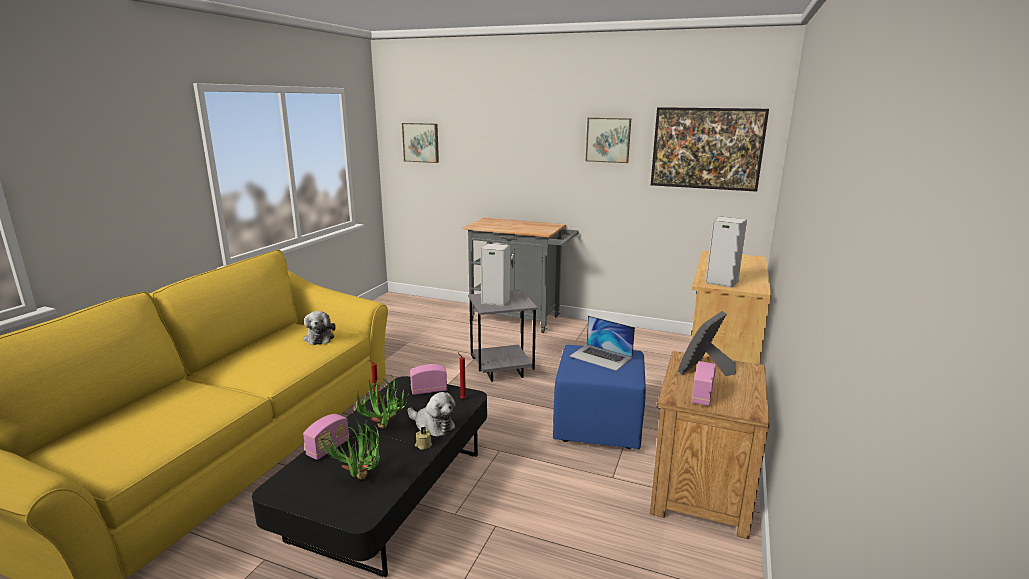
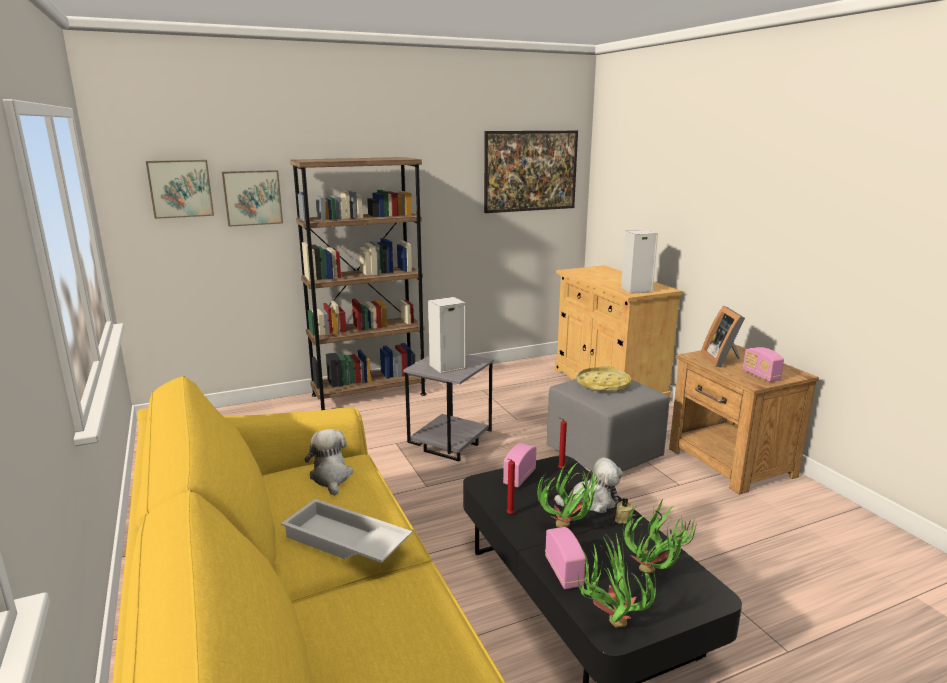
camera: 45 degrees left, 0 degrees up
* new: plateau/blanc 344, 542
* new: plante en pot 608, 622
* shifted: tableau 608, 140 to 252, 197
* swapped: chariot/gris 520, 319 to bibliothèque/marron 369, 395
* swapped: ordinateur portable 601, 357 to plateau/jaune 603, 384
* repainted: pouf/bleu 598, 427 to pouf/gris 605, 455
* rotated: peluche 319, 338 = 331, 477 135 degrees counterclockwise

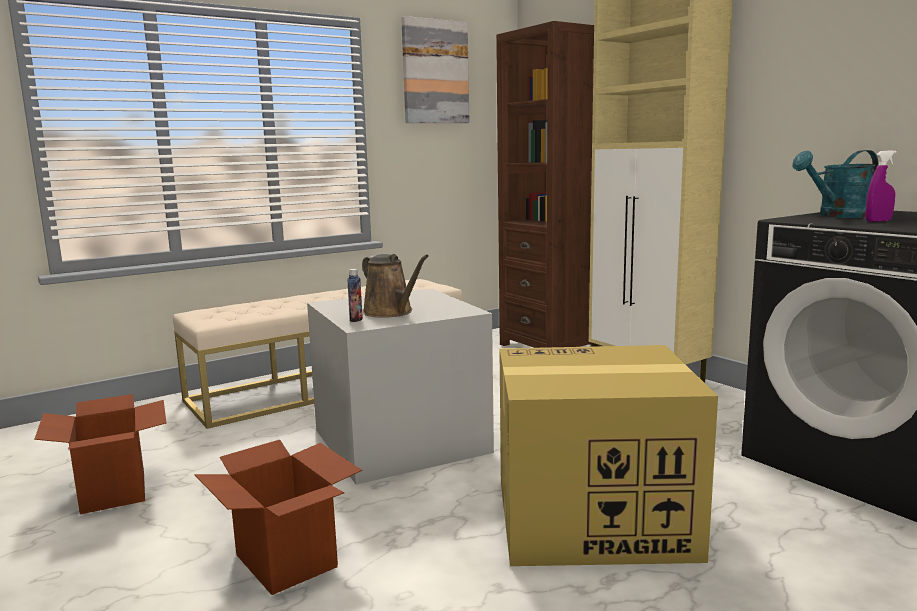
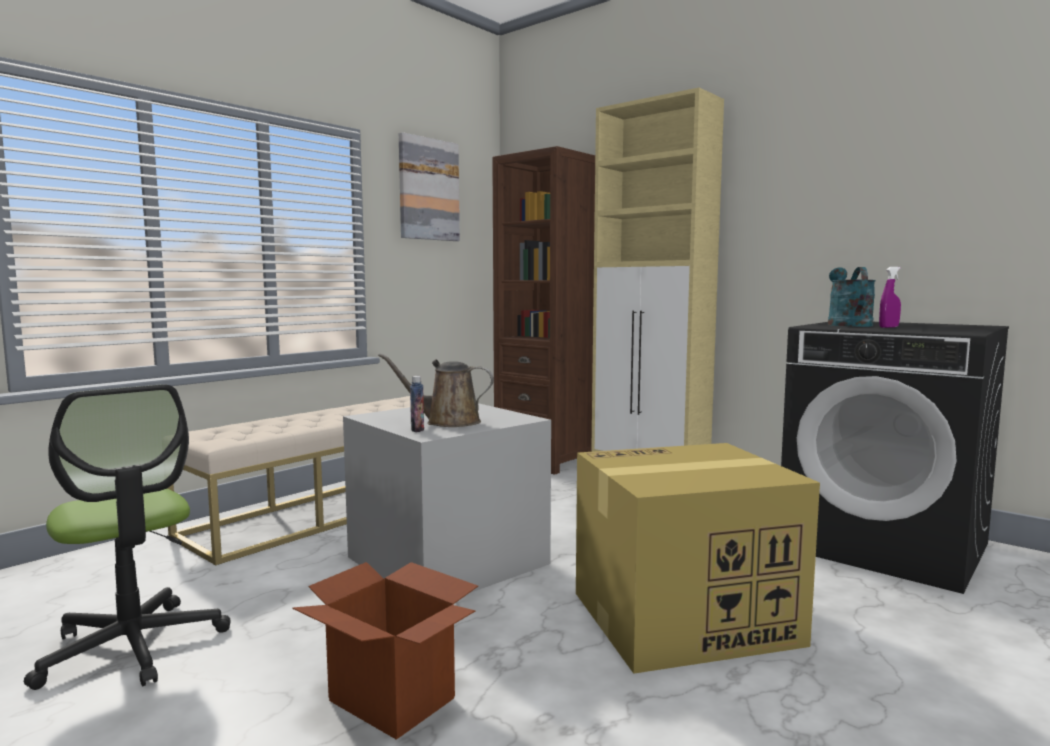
camera: 15 degrees left, 5 degrees down
* swapped: carton 114, 492 to chaise de bureau 132, 647
* rotated: arrosoir/marron 391, 312 = 447, 422 150 degrees clockwise
* rotated: arrosoir/turquoise 838, 216 = 847, 324 135 degrees clockwise

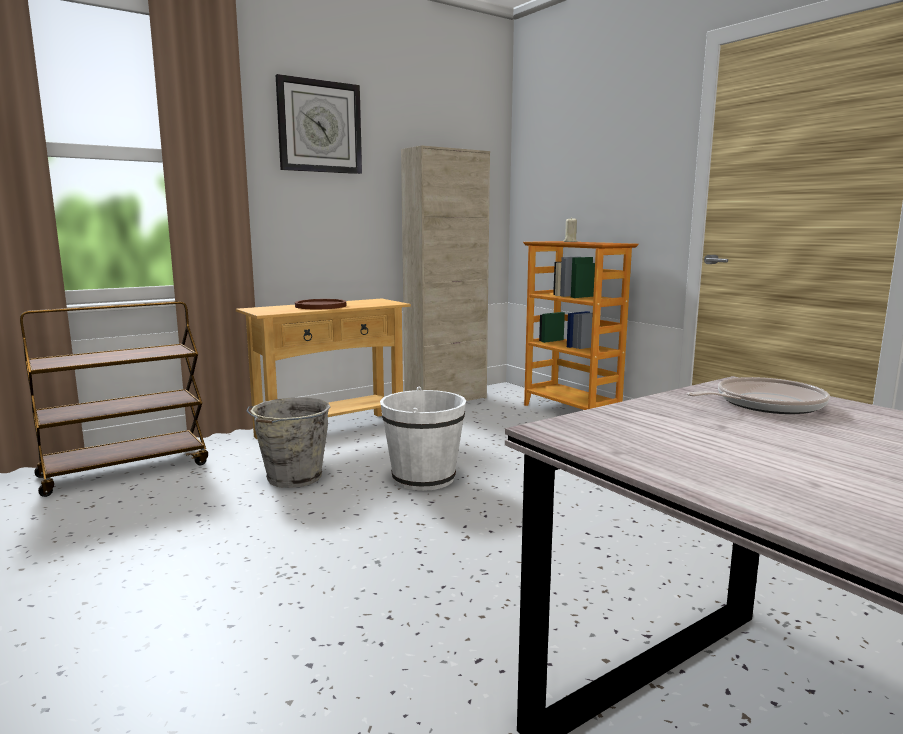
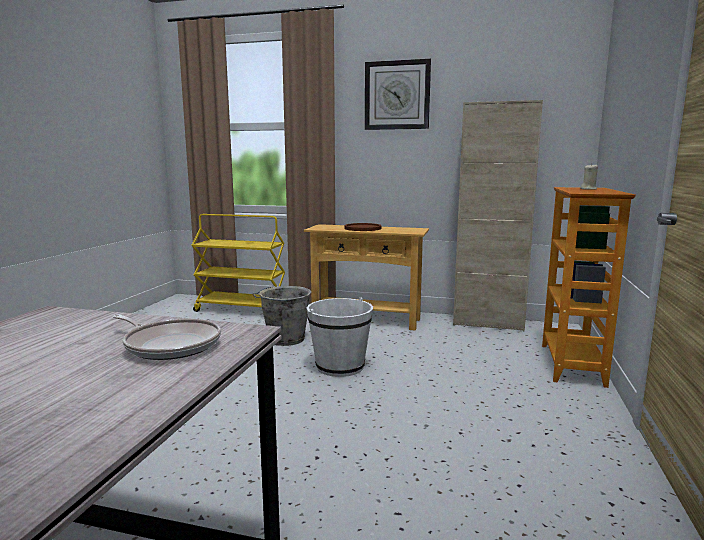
camera: 50 degrees right, 0 degrees up
* repainted: chariot/marron 126, 469 to chariot/jaune 242, 309

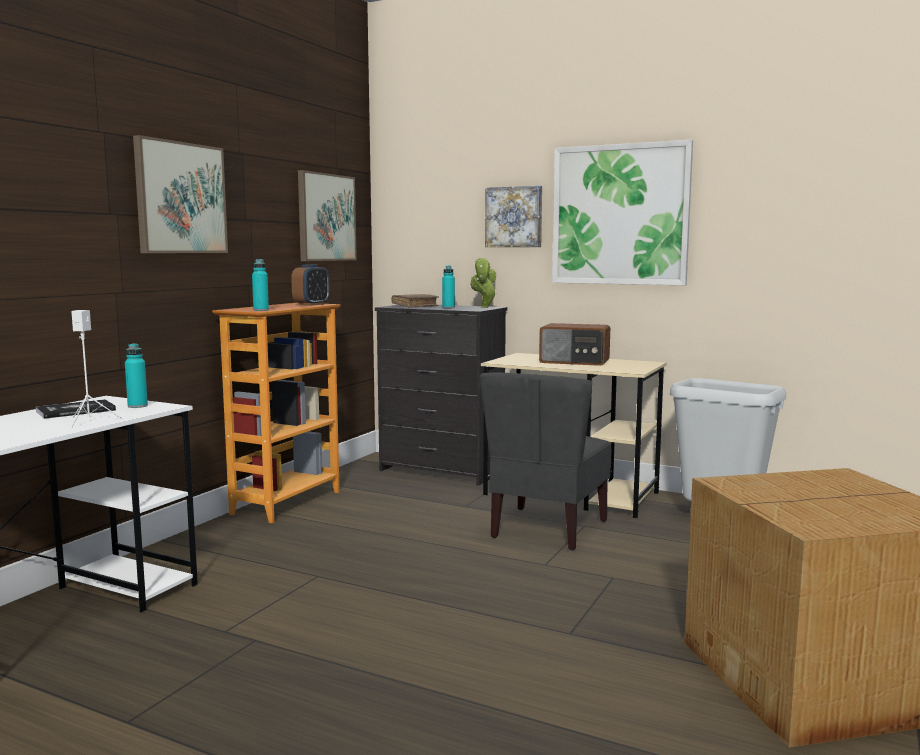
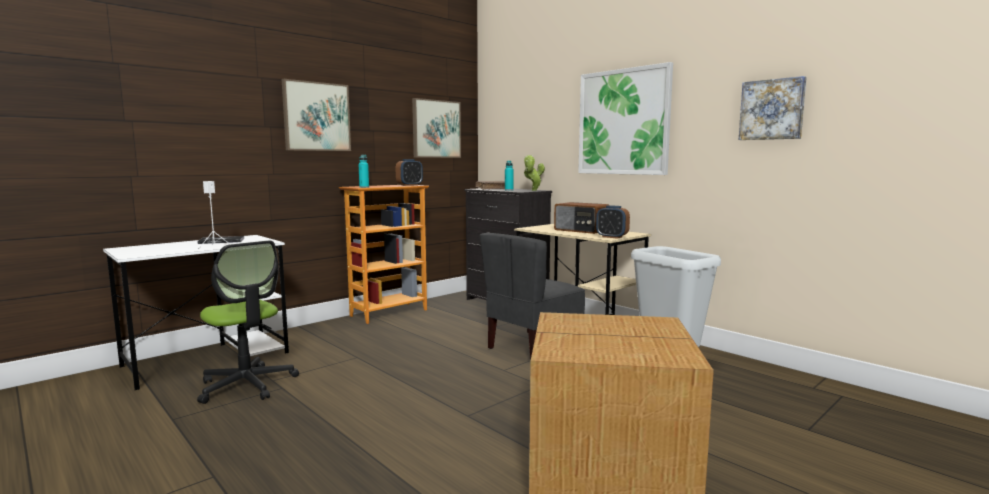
camera: 20 degrees right, 0 degrees up
* gone: bouteille/turquoise 137, 406
* new: chaise de bureau 247, 385
* new: réveil 612, 237
* shifted: tableau 514, 217 to 772, 109

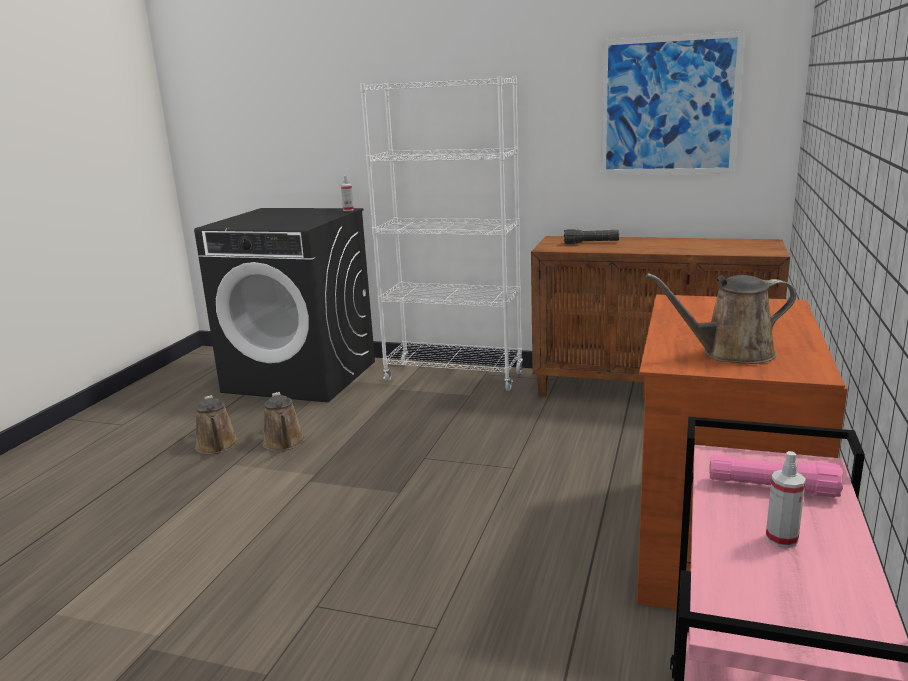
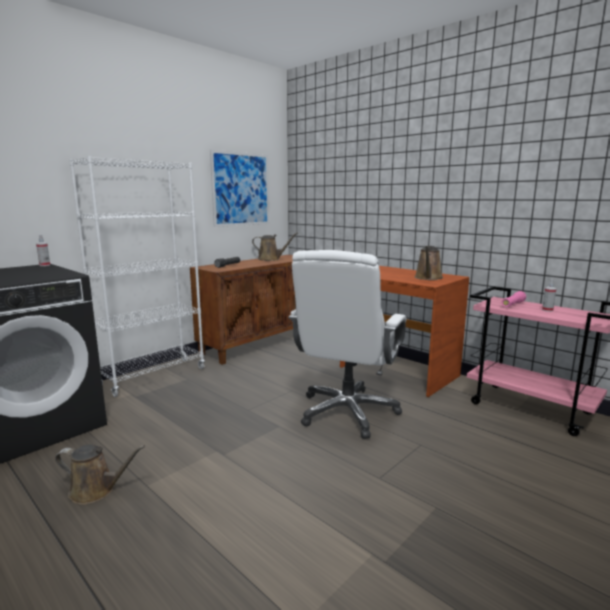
camera: 65 degrees left, 5 degrees down
* new: chaise de bureau/blanc 347, 412
* shifted: arrosoir/marron 284, 443 to 271, 259

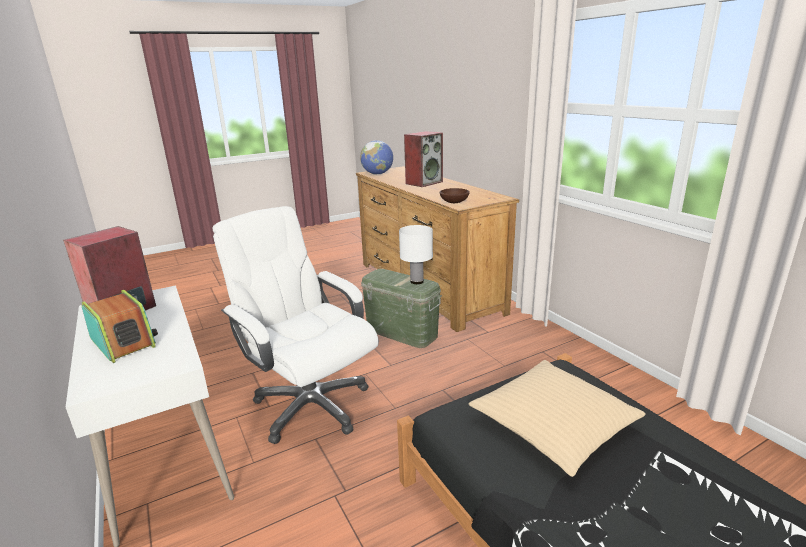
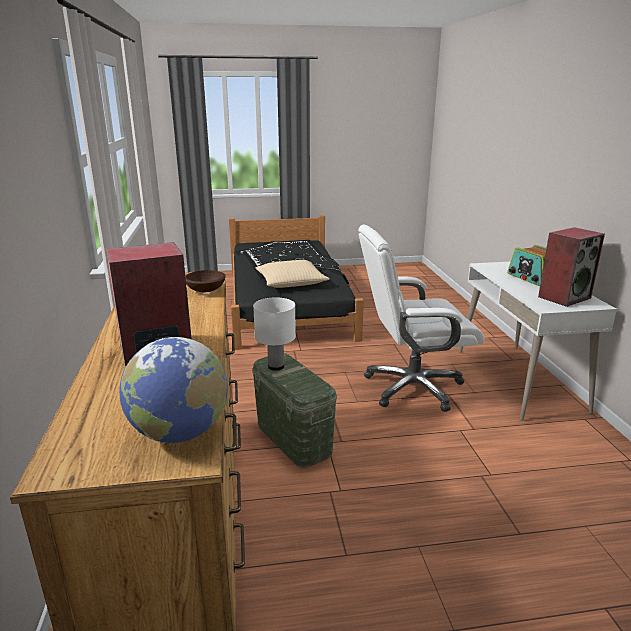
camera: 160 degrees left, 0 degrees up
* rotated: chaise de bureau/blanc 310, 405 = 412, 387 105 degrees clockwise

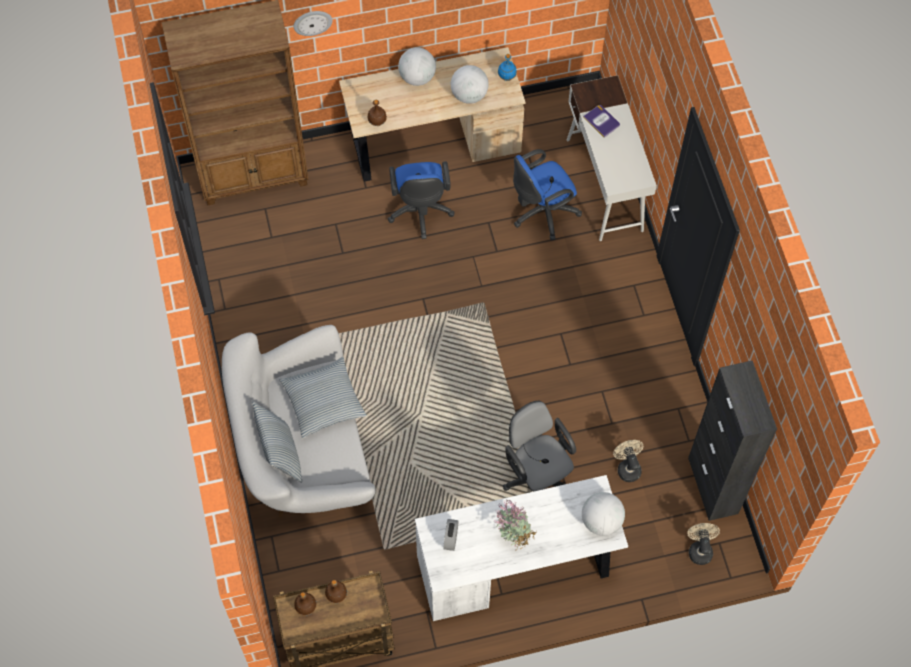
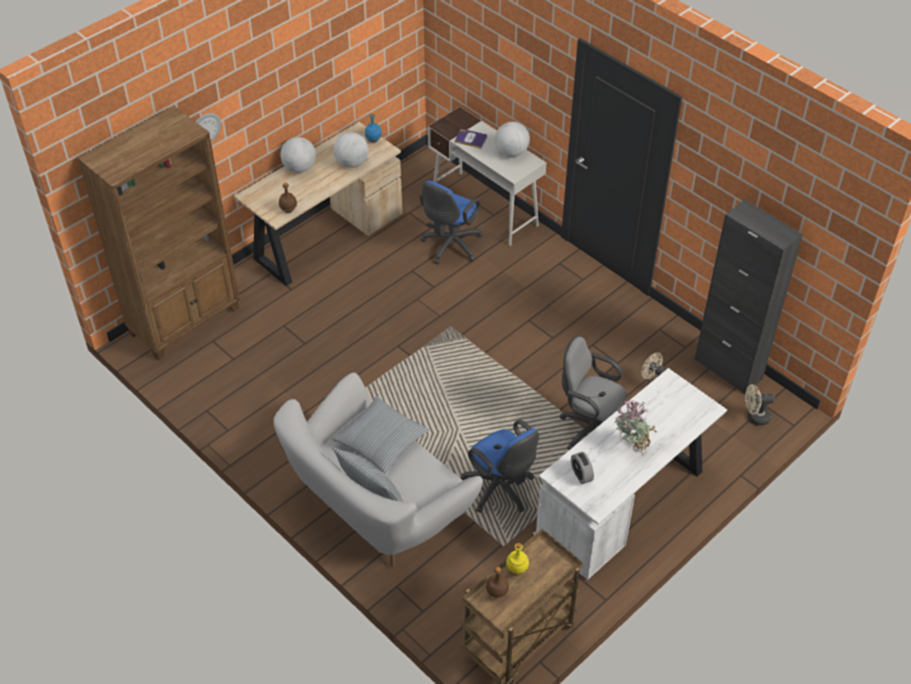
camera: 30 degrees left, 15 degrees down
* shifted: chaise de bureau/bleu 420, 213 to 501, 490
* shifted: globe 601, 521 to 511, 152
* repainted: bouteille/marron 337, 596 to bouteille/jaune 517, 569
* rotated: ventilateur/beige 699, 549 = 754, 417 60 degrees counterclockwise

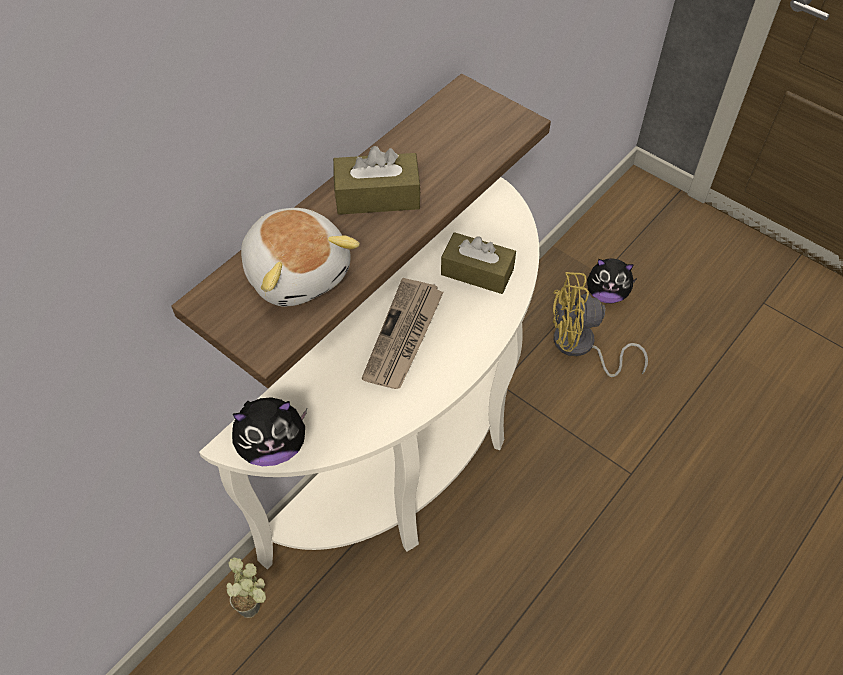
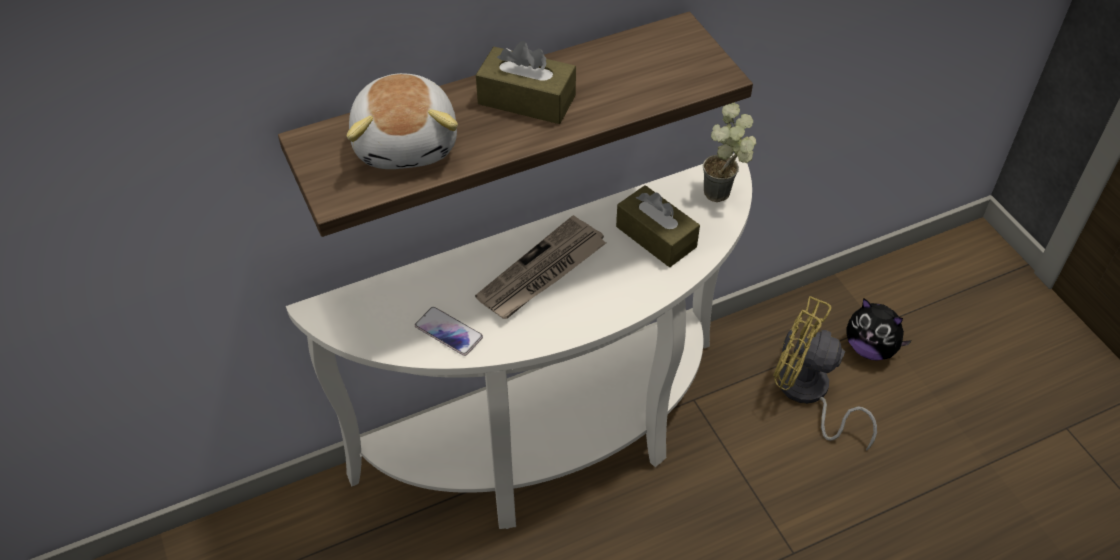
camera: 25 degrees right, 5 degrees down
* gone: peluche 273, 447
* new: téléphone 449, 332
* shifted: plante en pot 256, 606 to 725, 195

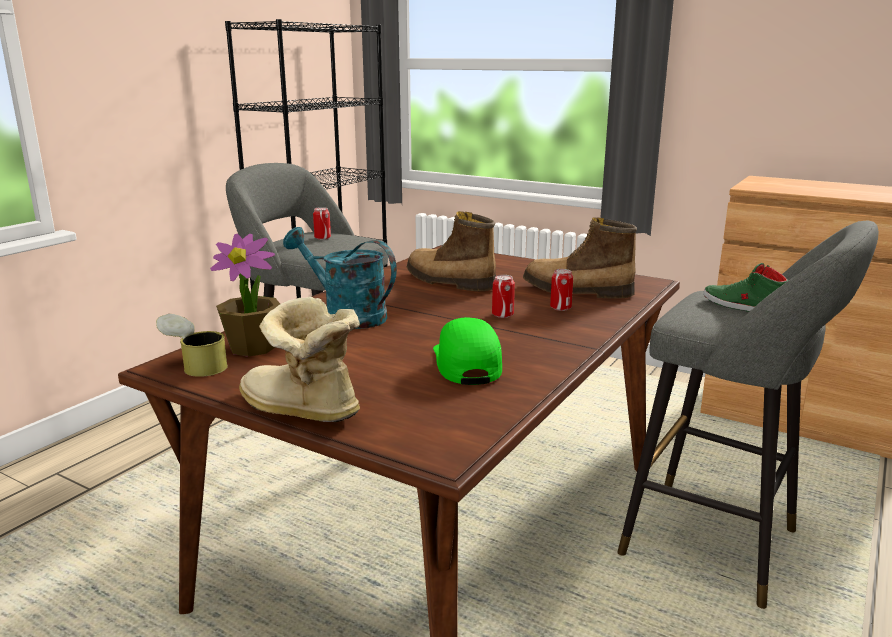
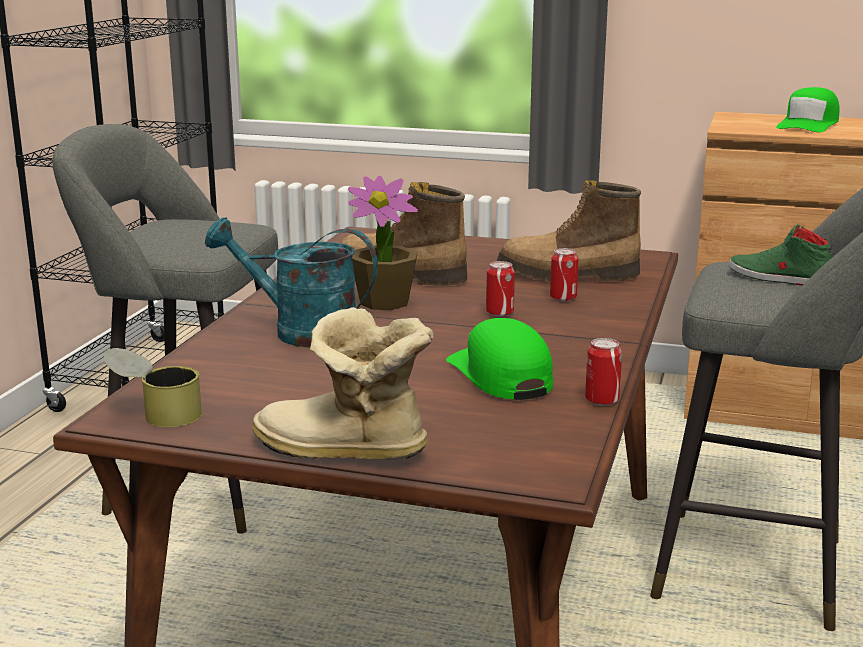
camera: 15 degrees left, 0 degrees up
* new: casquette/vert 808, 125
* shifted: plante en pot 253, 347 to 385, 302
* shifted: boîte métallique 322, 238 to 602, 400

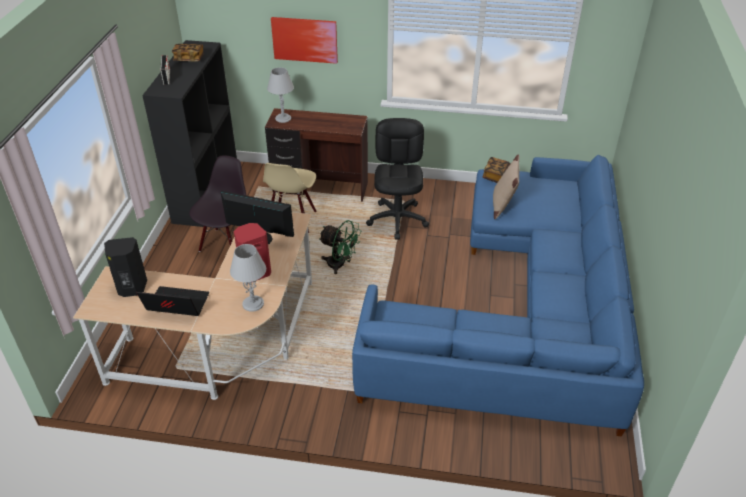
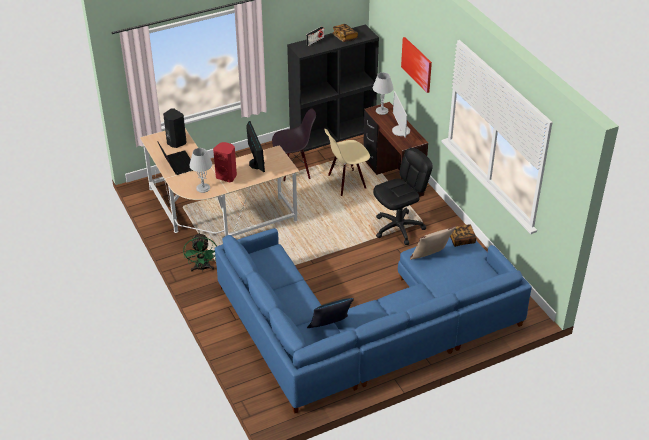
camera: 55 degrees right, 0 degrees up
* new: coussin/bleu 330, 327
* new: écran d'ordinateur 400, 131
* shifted: ventilateur/vert 340, 265 to 202, 268

